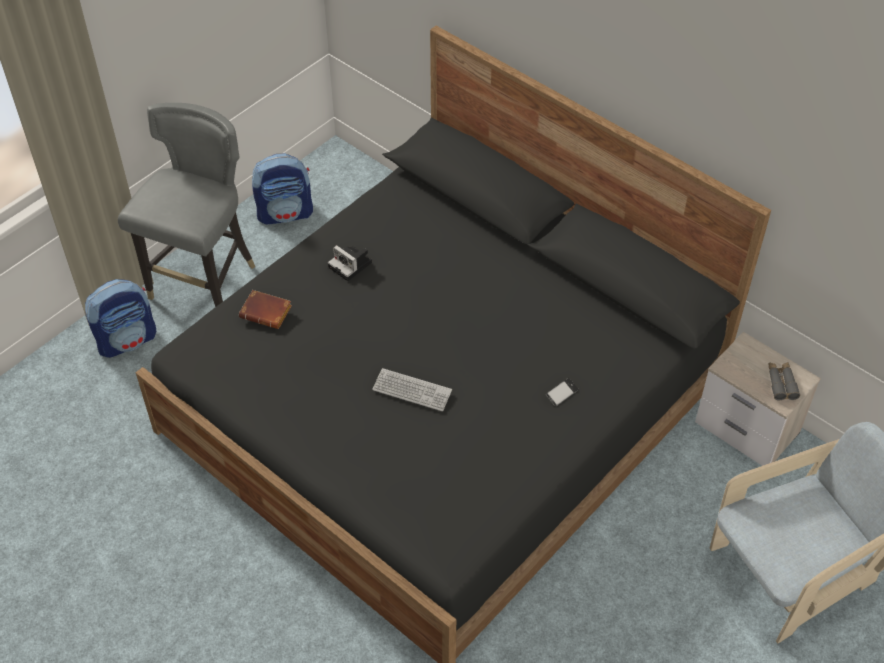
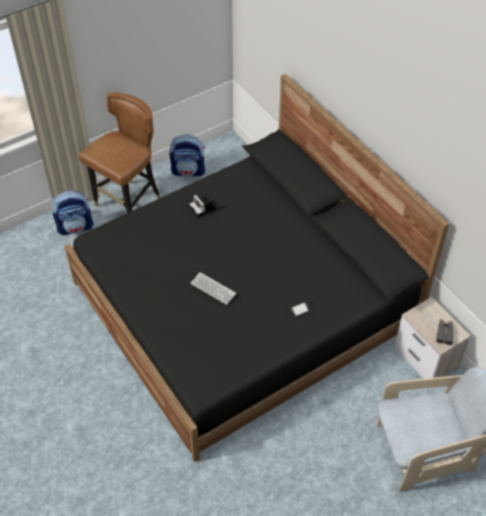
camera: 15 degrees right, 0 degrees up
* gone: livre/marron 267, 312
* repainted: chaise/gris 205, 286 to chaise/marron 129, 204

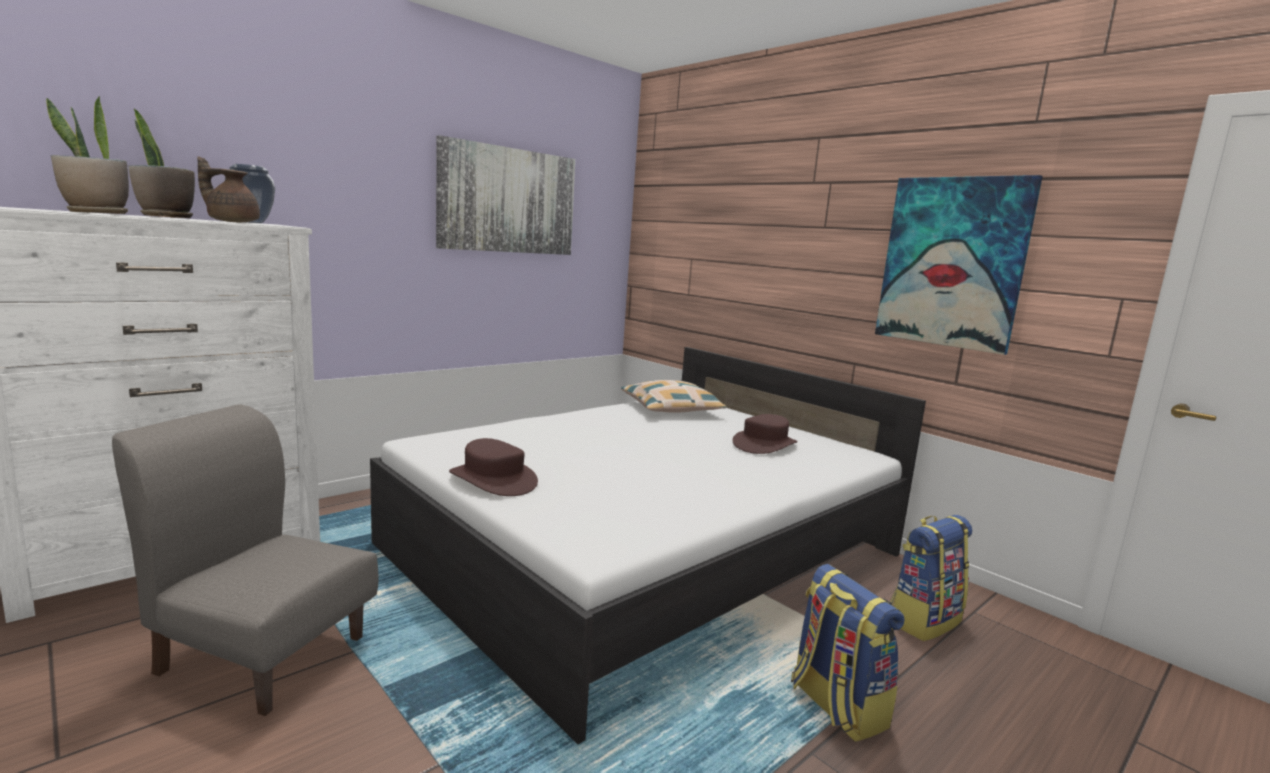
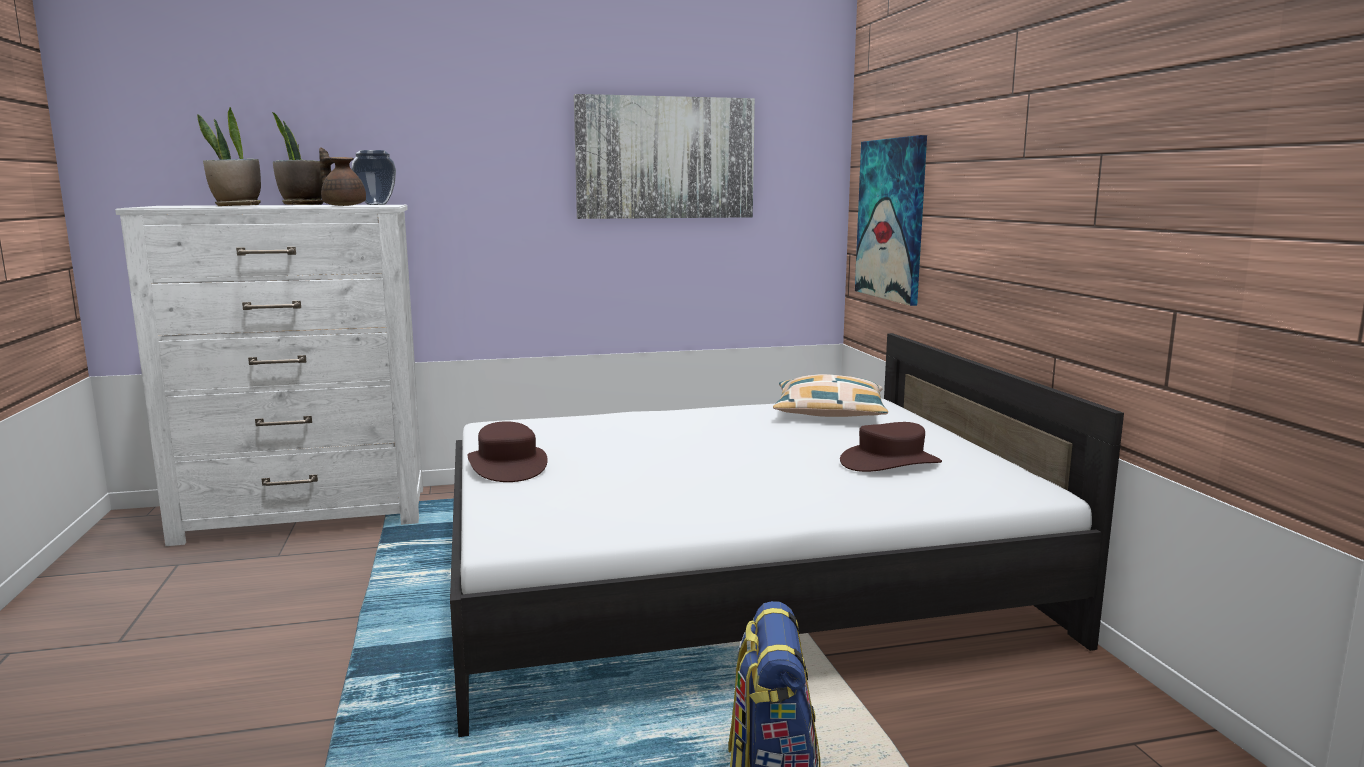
camera: 30 degrees right, 0 degrees up
* gone: chaise/gris 262, 654
* gone: sac à dos 923, 620
* shifted: tableau 952, 262 to 891, 219

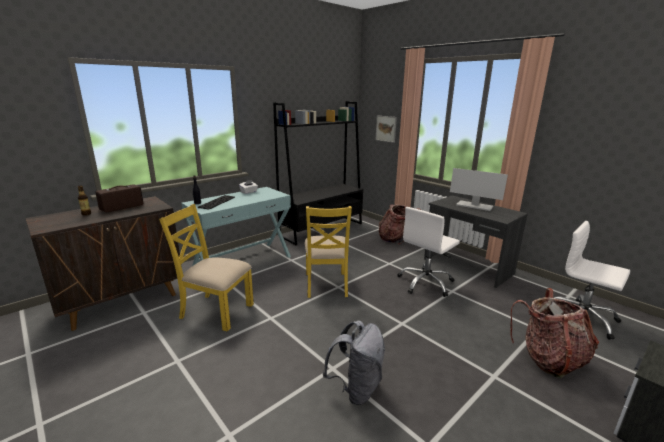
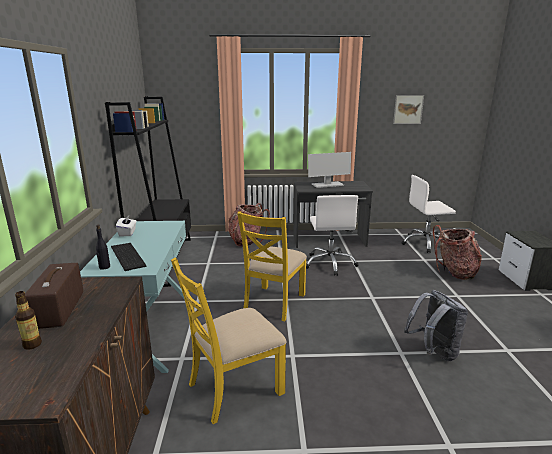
camera: 50 degrees left, 0 degrees up
* shifted: tableau 386, 128 to 408, 109
* rotated: chaise/jaune 326, 284 = 273, 303 75 degrees clockwise

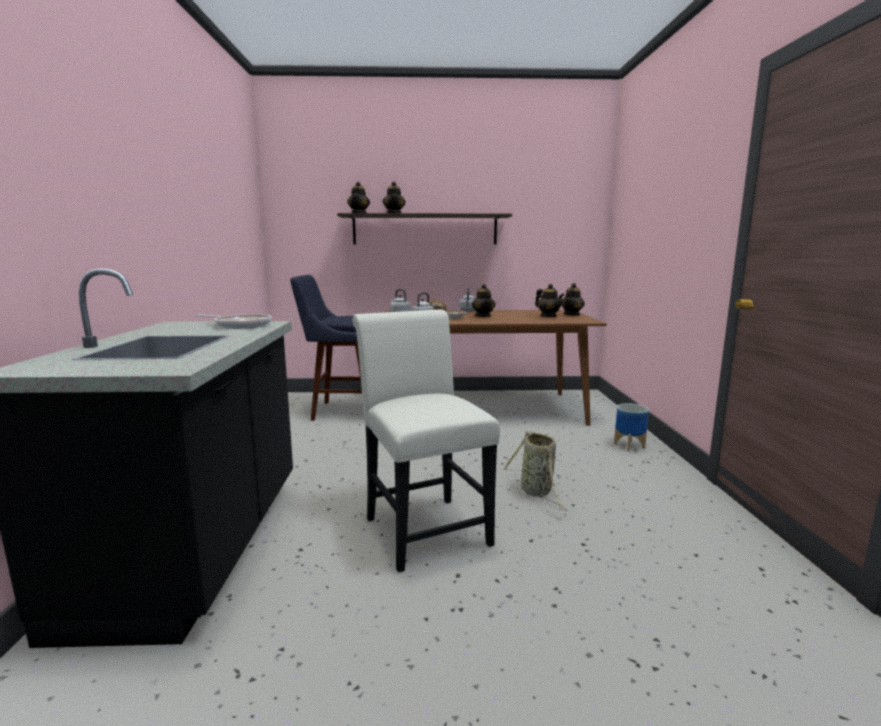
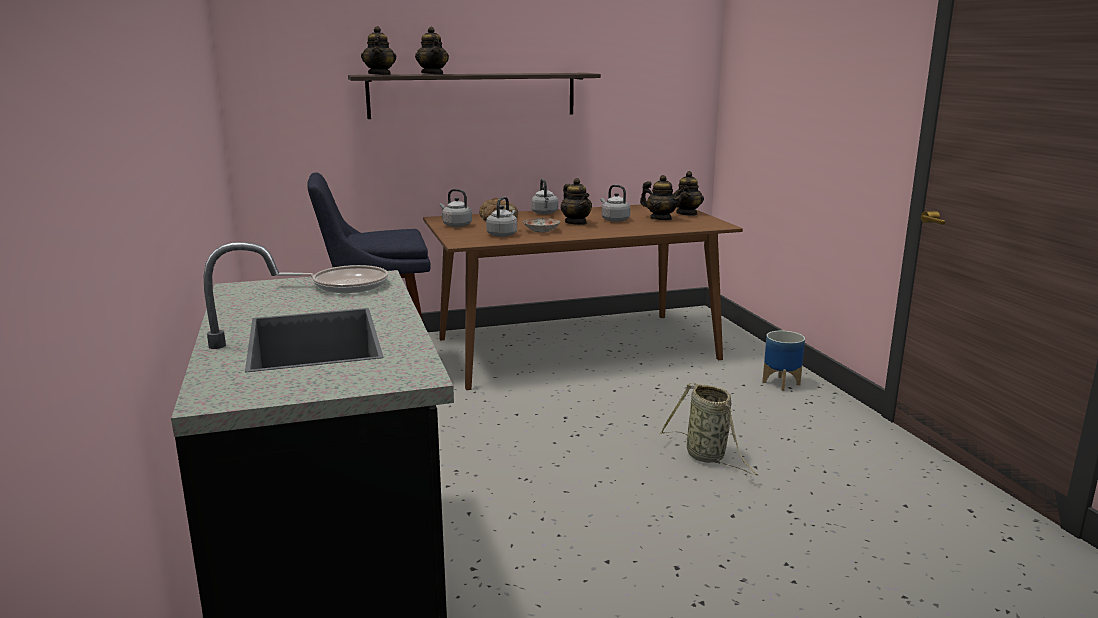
camera: 15 degrees left, 5 degrees up
* gone: chaise/blanc 423, 526
* new: bouilloire/gris 614, 220

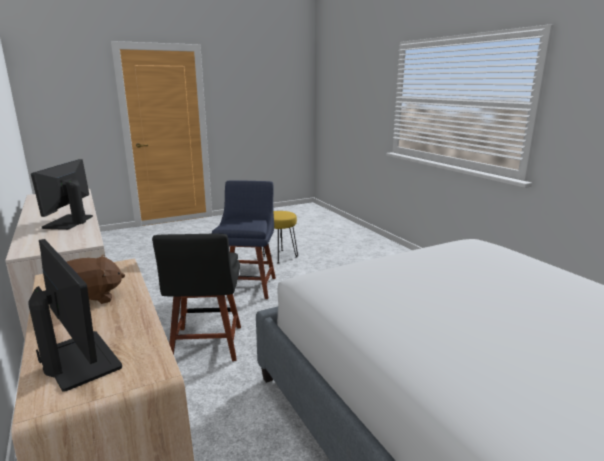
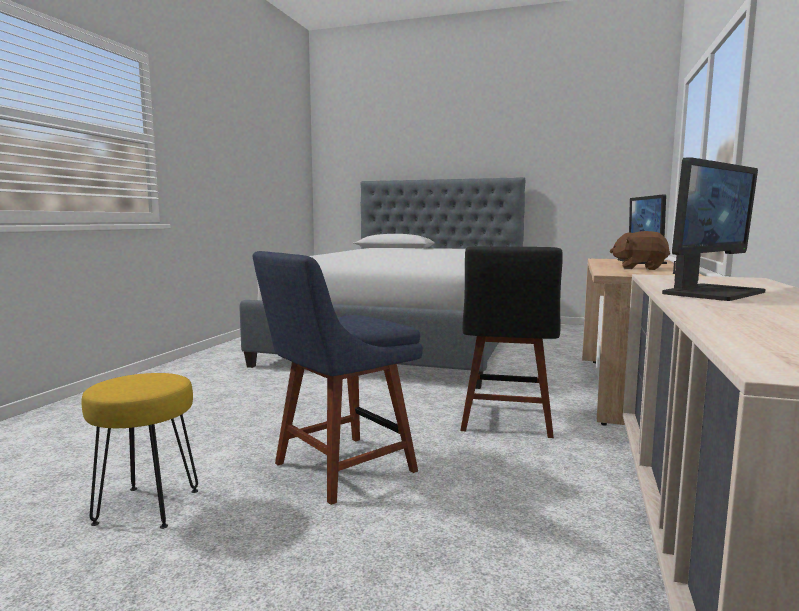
camera: 135 degrees left, 10 degrees down
* rotated: chaise/noir 206, 346 = 506, 421 150 degrees clockwise

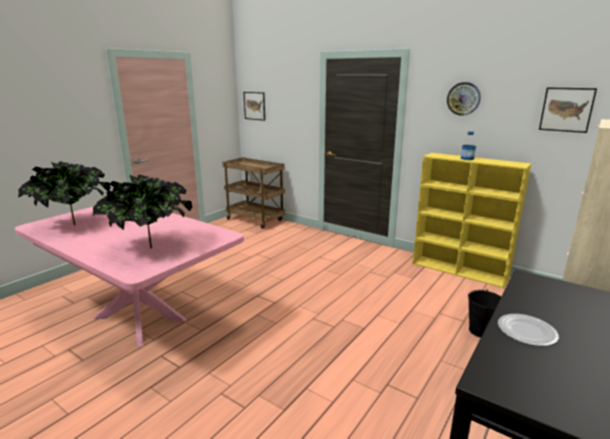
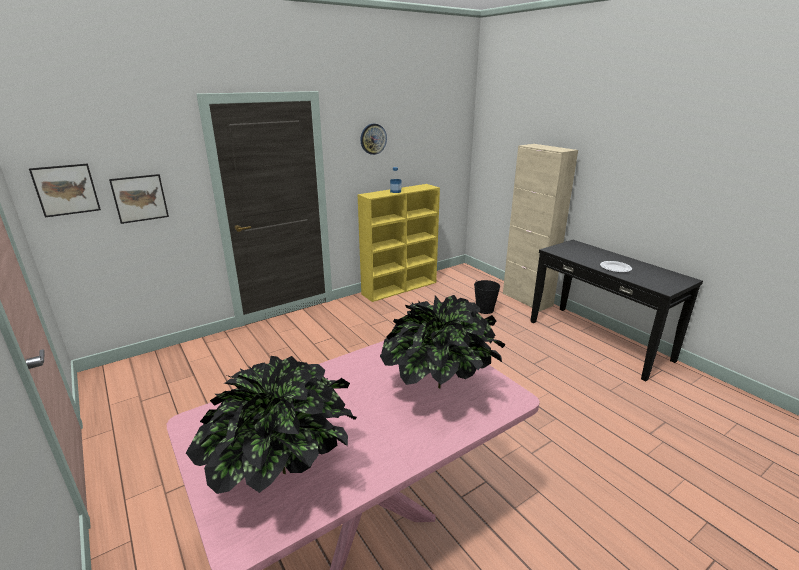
camera: 70 degrees left, 5 degrees up
* gone: chariot/marron 256, 220
* shifted: tableau 566, 109 to 140, 198

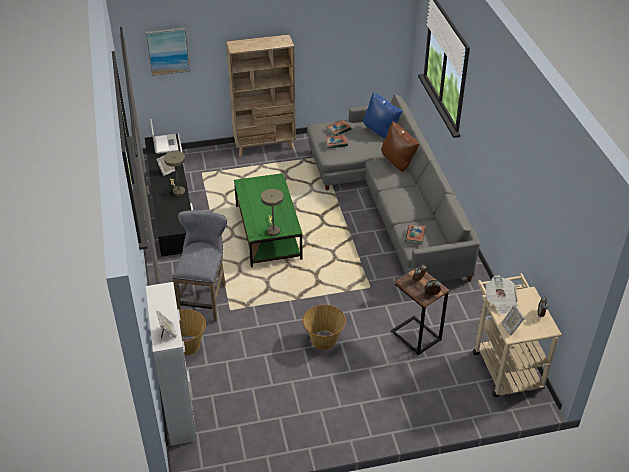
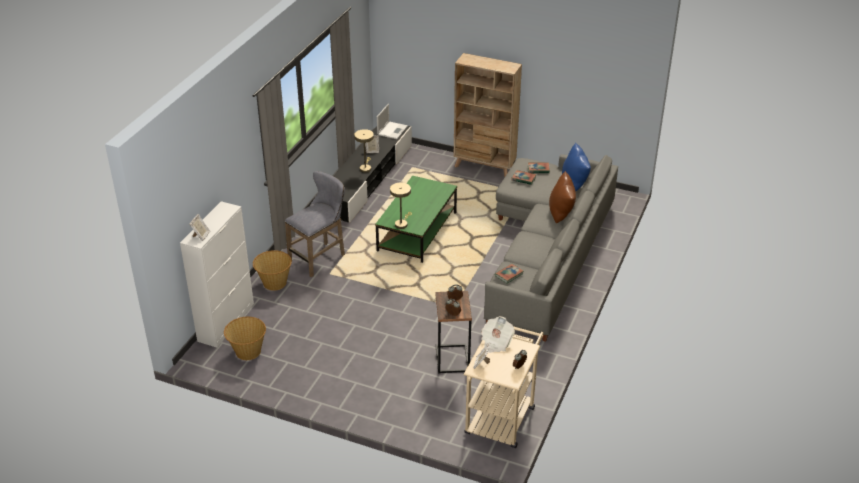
camera: 35 degrees right, 5 degrees down
* gone: tableau 168, 51
* shifted: panier 324, 340 to 247, 352

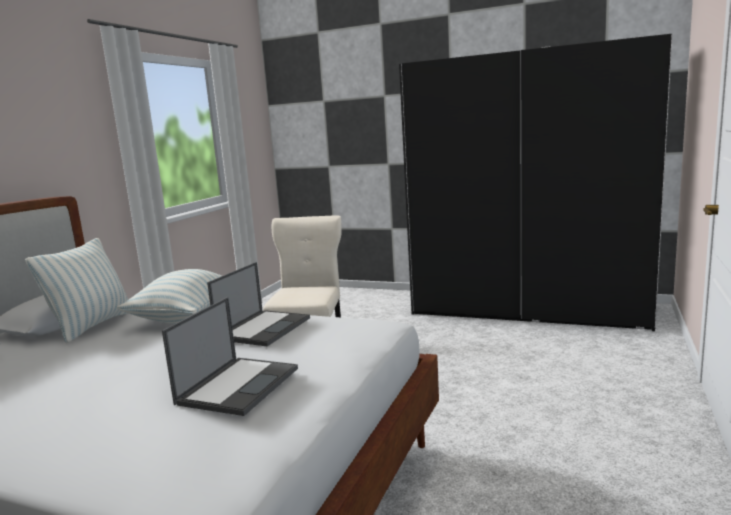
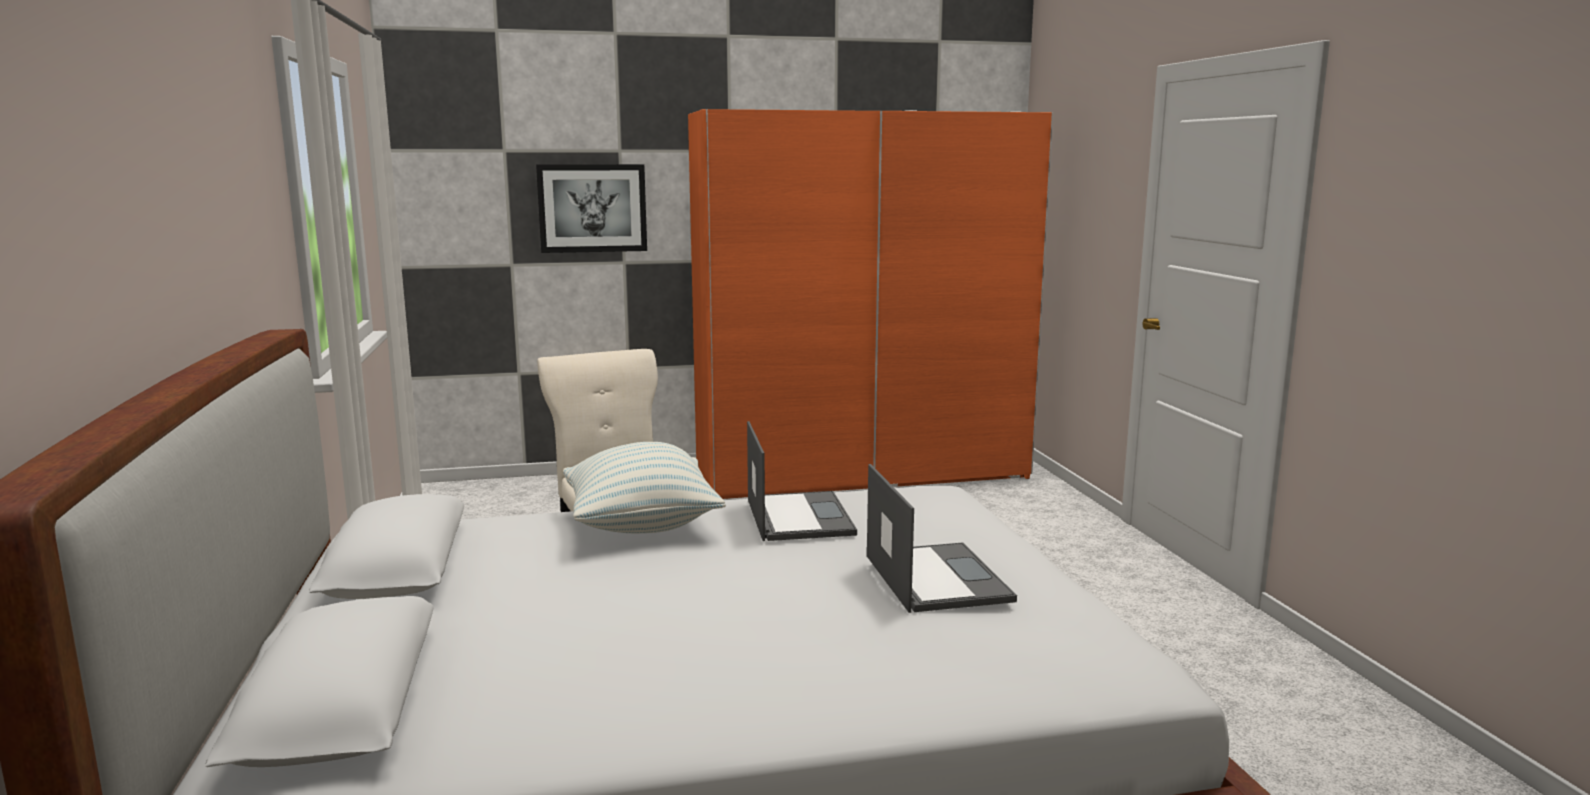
camera: 35 degrees left, 0 degrees up
* gone: coussin 92, 326
* new: tableau 592, 208
* repainted: armoire/noir 528, 310 to armoire/orange 861, 473

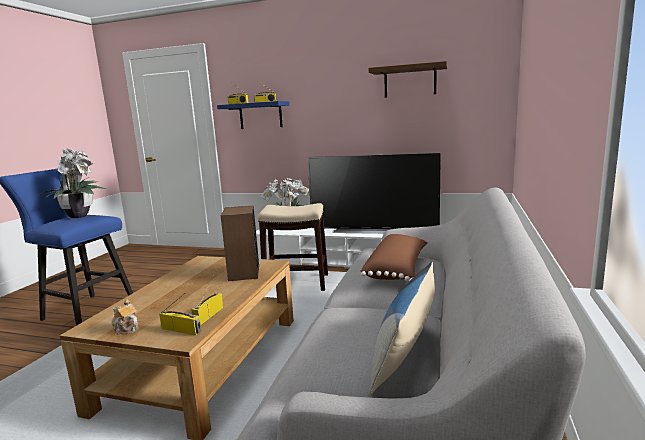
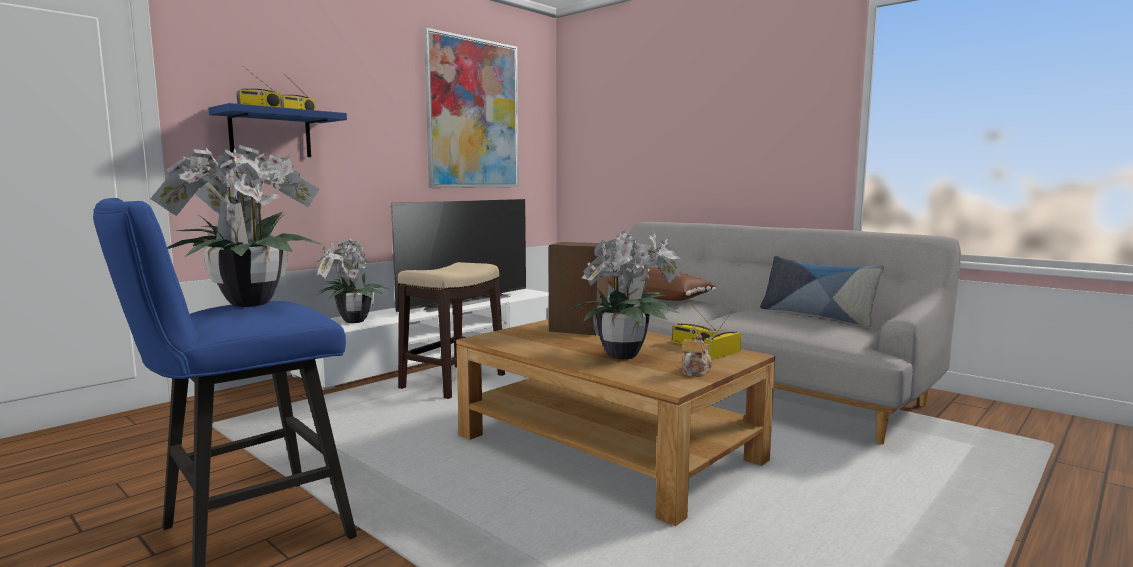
camera: 65 degrees left, 5 degrees down
* new: plante en pot 626, 355
* swapped: étagère/marron 410, 81 to tableau 473, 114
* rotated: théière 125, 329 = 695, 371 150 degrees clockwise

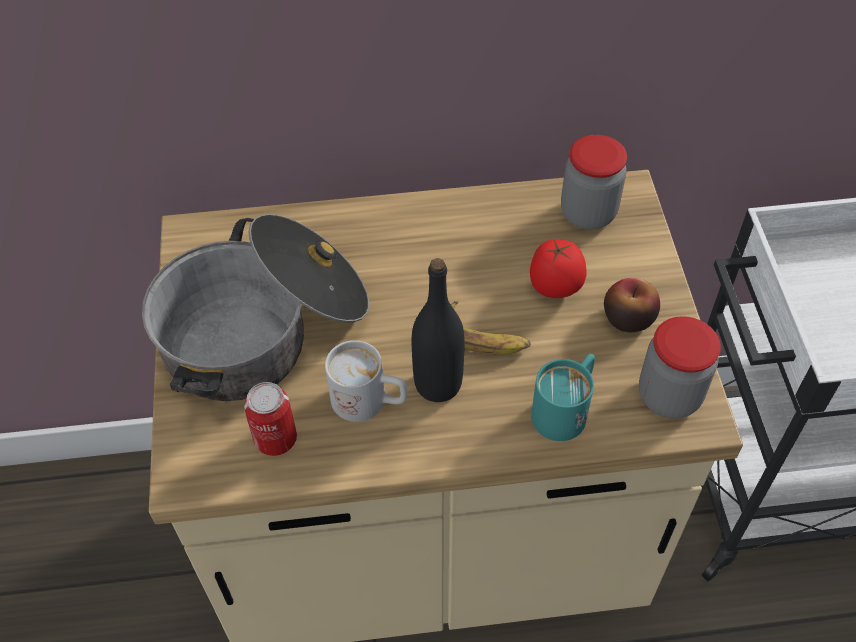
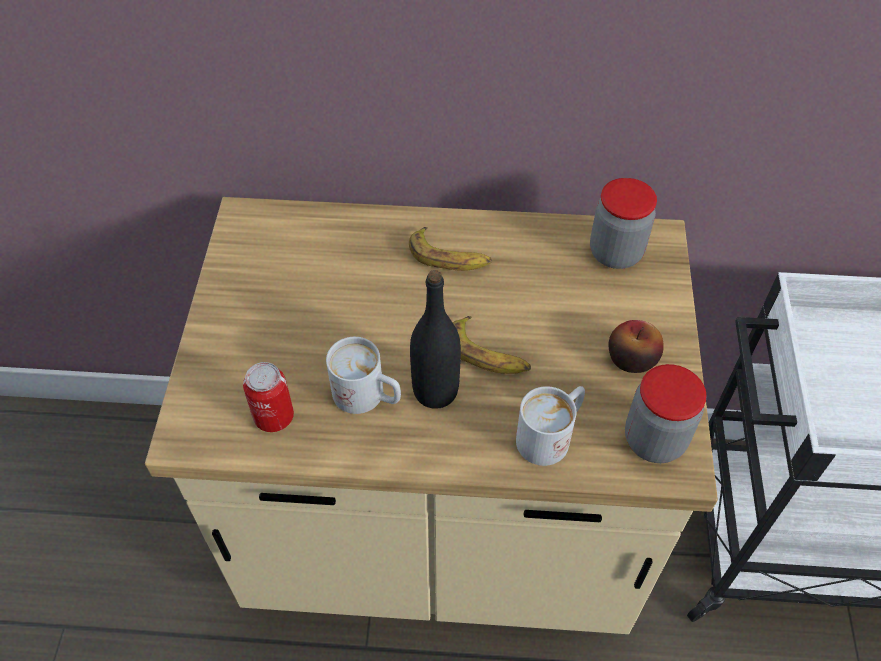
camera: 10 degrees right, 0 degrees up
* gone: marmite 265, 331
* gone: tomate 555, 287
* new: banane 449, 257
* repainted: mug/turquoise 565, 408 to mug/blanc 551, 435

